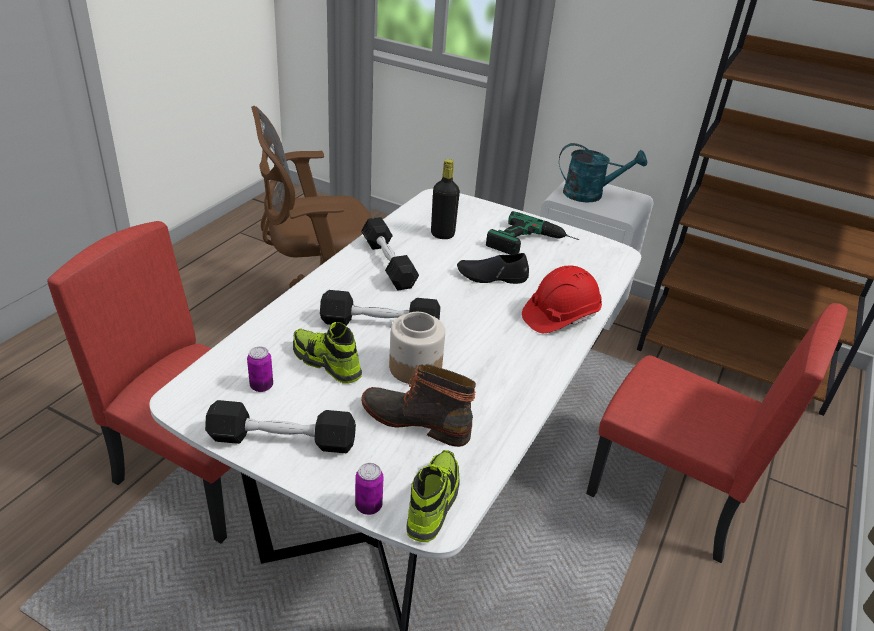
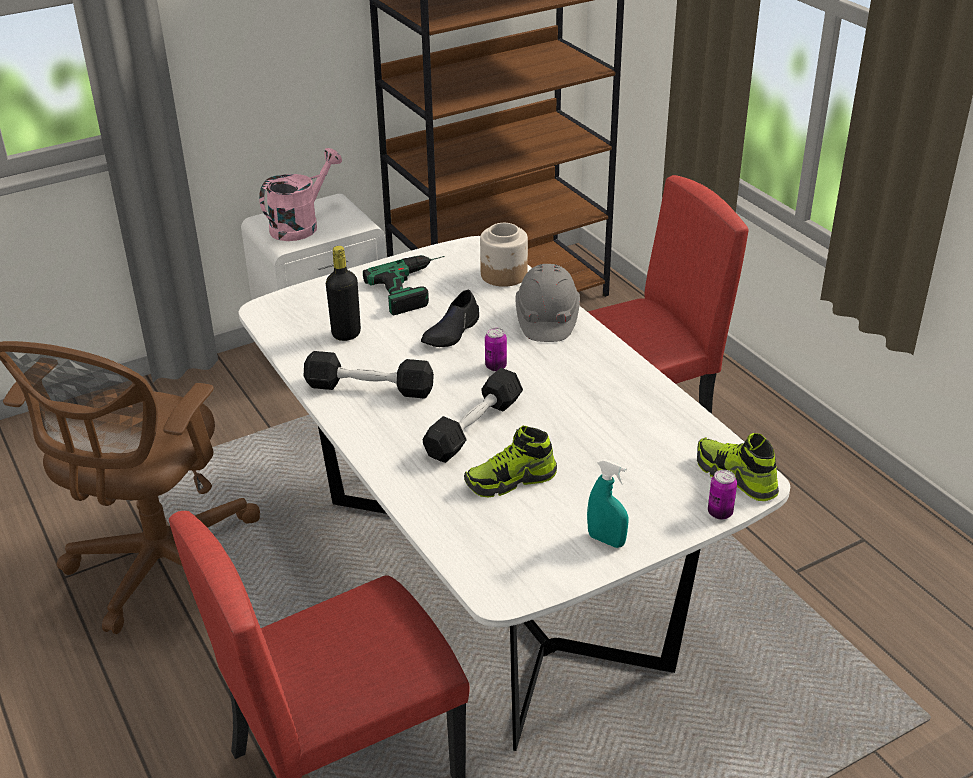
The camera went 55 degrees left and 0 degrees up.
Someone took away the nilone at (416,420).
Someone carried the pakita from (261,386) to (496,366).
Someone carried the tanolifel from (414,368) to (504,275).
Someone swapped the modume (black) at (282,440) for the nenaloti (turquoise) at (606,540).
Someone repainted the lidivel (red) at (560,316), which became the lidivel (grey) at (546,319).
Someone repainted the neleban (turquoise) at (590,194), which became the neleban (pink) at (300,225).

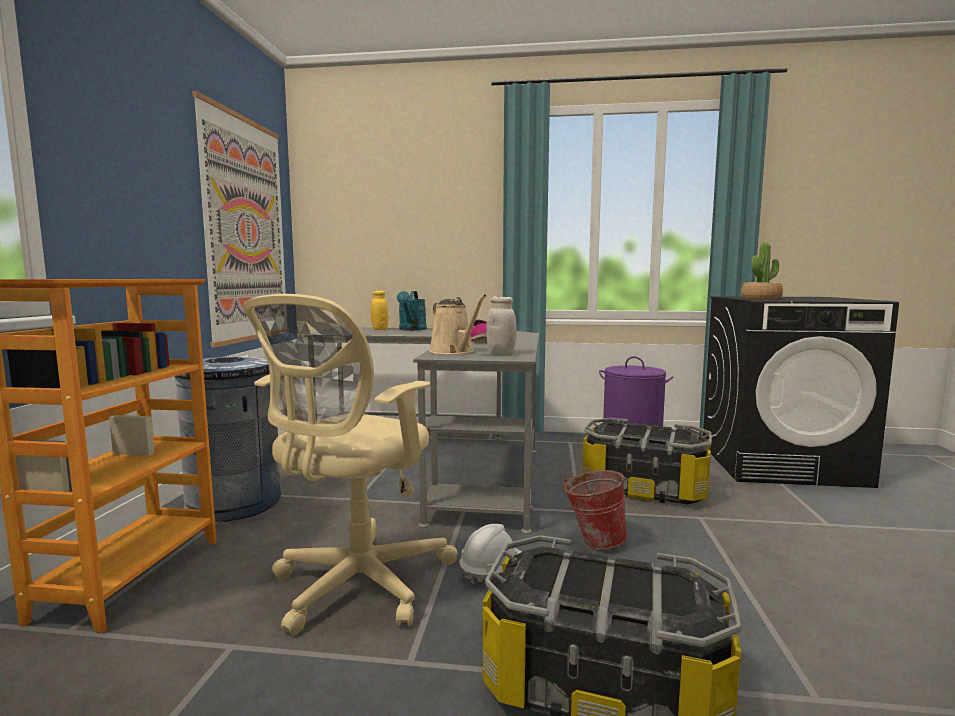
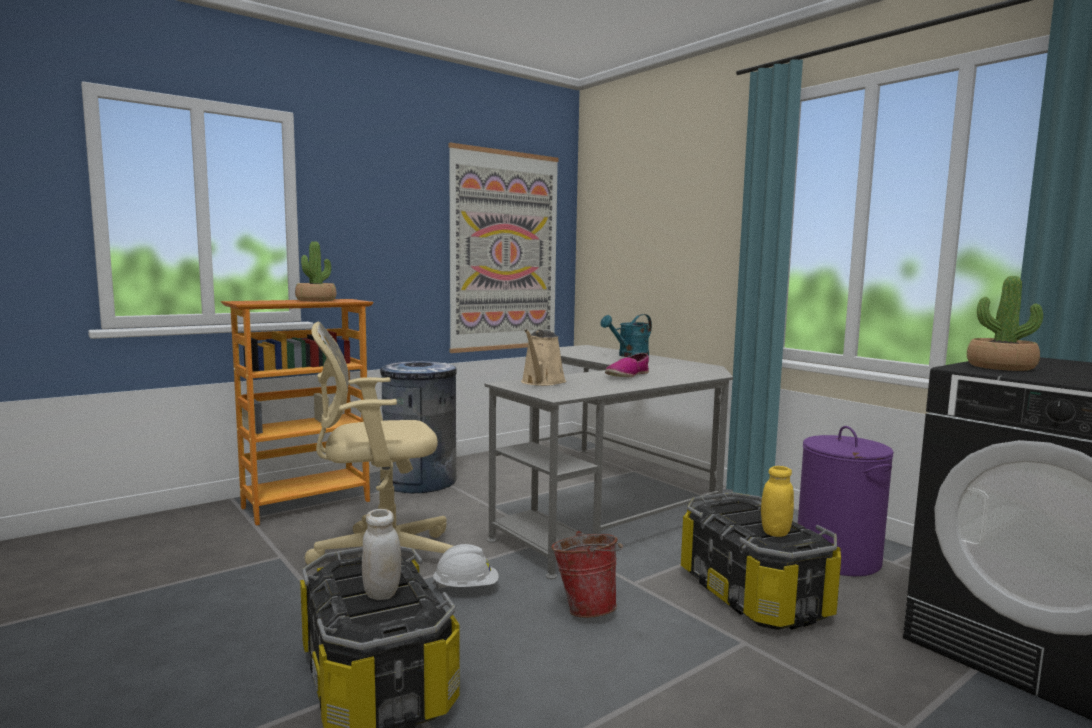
The camera went 45 degrees right and 0 degrees up.
Someone put down the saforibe at (316,300).
Someone carried the tanolifel (yellow) from (379,329) to (775,532).
Someone carried the tanolifel (white) from (501,353) to (382,593).

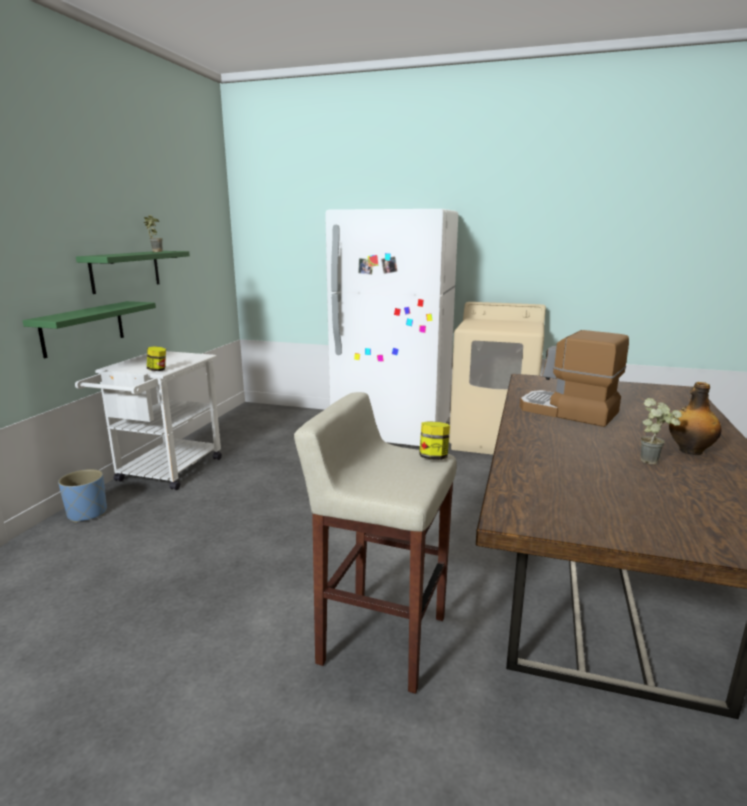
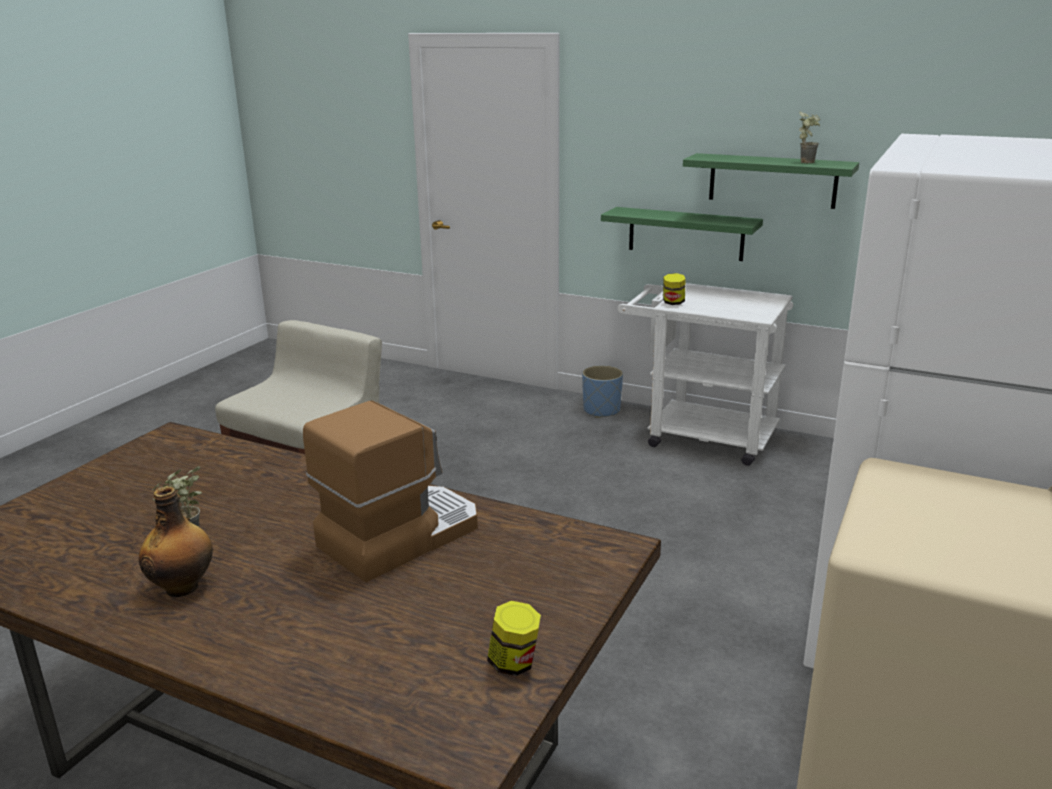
The camera went 100 degrees right and 5 degrees up.
Someone carried the tanolifel from (433,457) to (514,663).

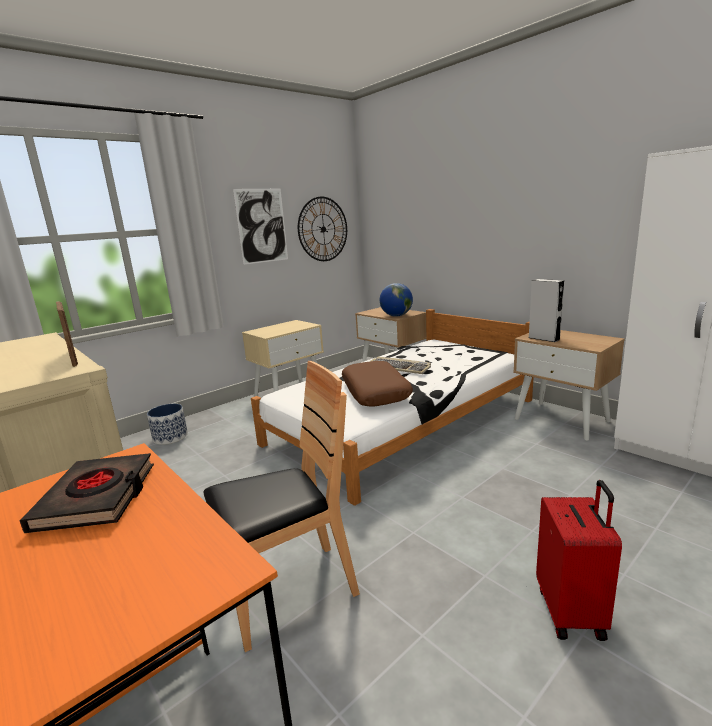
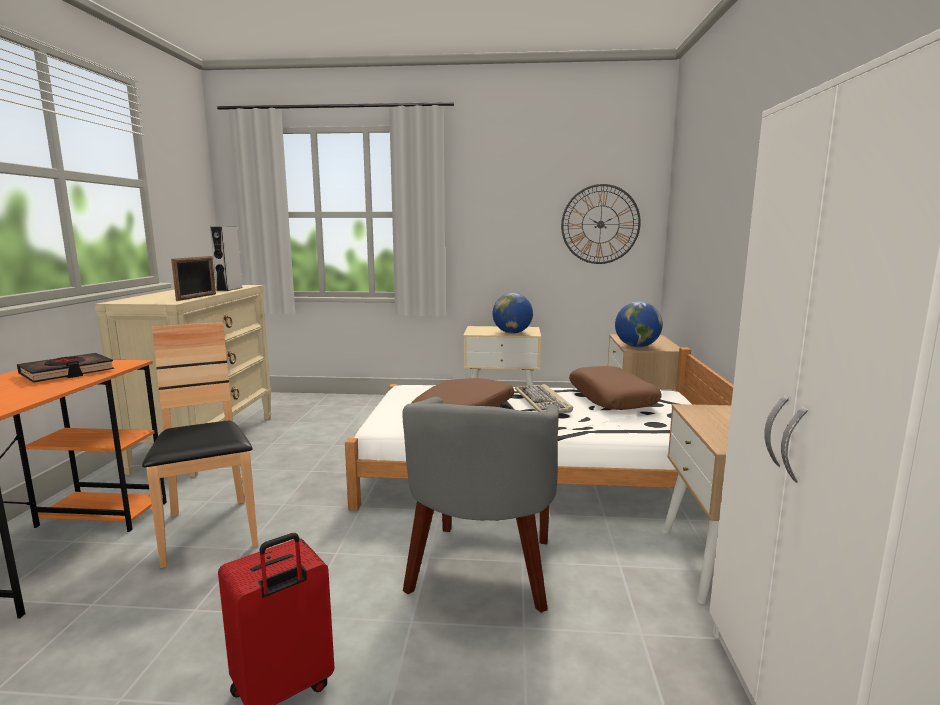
The camera went 45 degrees right and 5 degrees down.
Someone took away the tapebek at (170,437).
Someone took away the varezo at (262,226).
Someone put down the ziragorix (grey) at (482,570).
Someone put down the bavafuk at (512,333).
Someone put down the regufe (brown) at (612,398).
Someone carried the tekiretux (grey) from (544,338) to (229,289).
Someone rotated the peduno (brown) at (289,591) by 135 degrees counterclockwise.

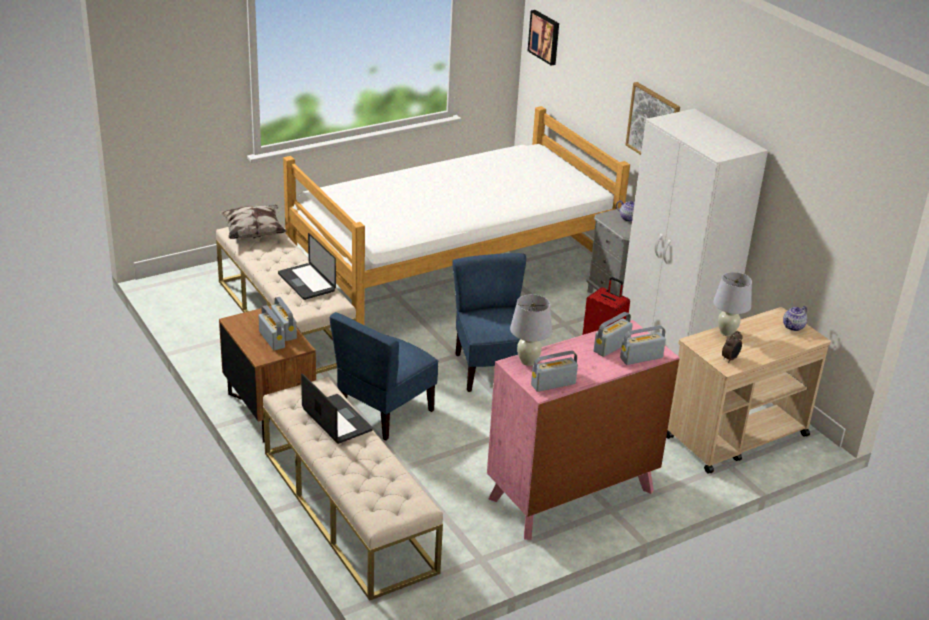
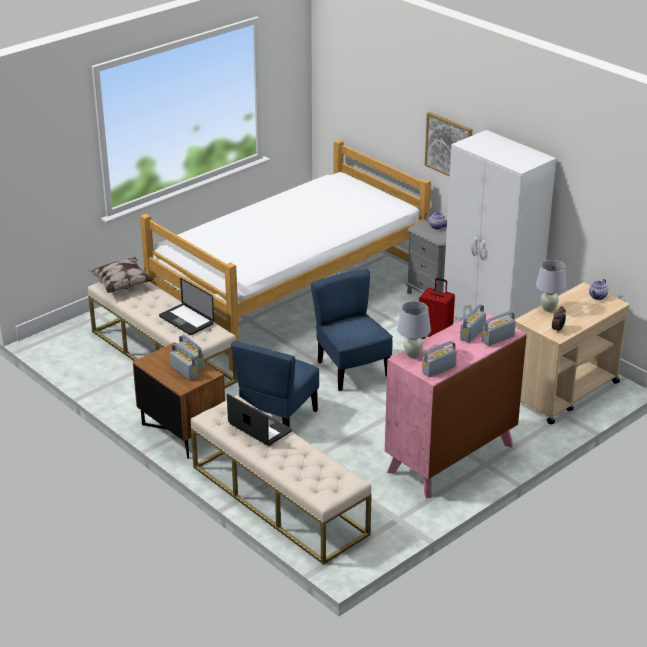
The camera went 10 degrees left and 0 degrees up.
Someone took away the varezo at (545,37).

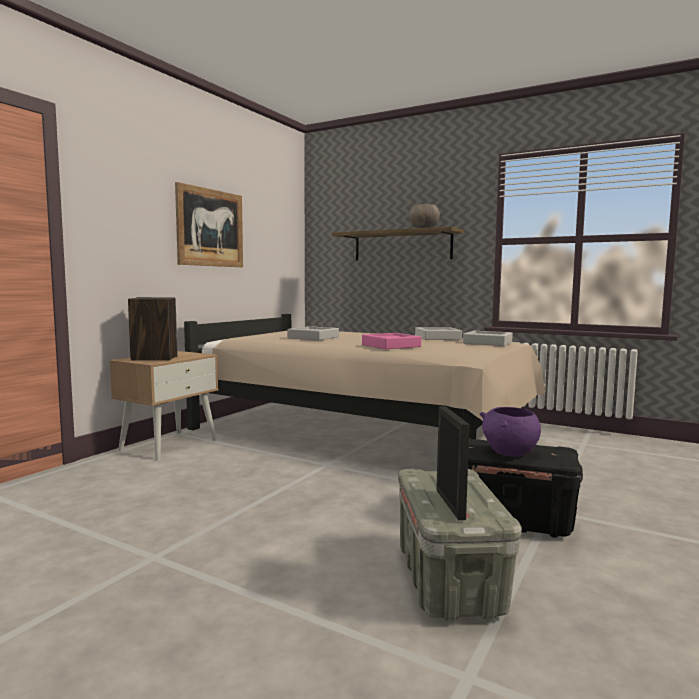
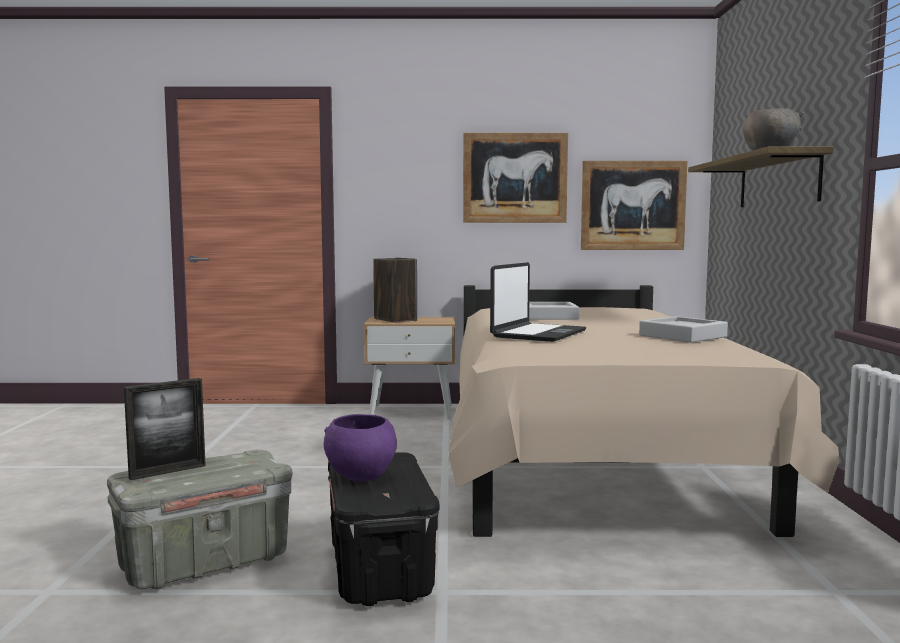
The camera went 60 degrees right and 0 degrees up.
Someone took away the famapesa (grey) at (487,343).
Someone put up the varezo at (633,205).
Someone swapped the famapesa (pink) at (391,346) for the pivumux at (538,334).

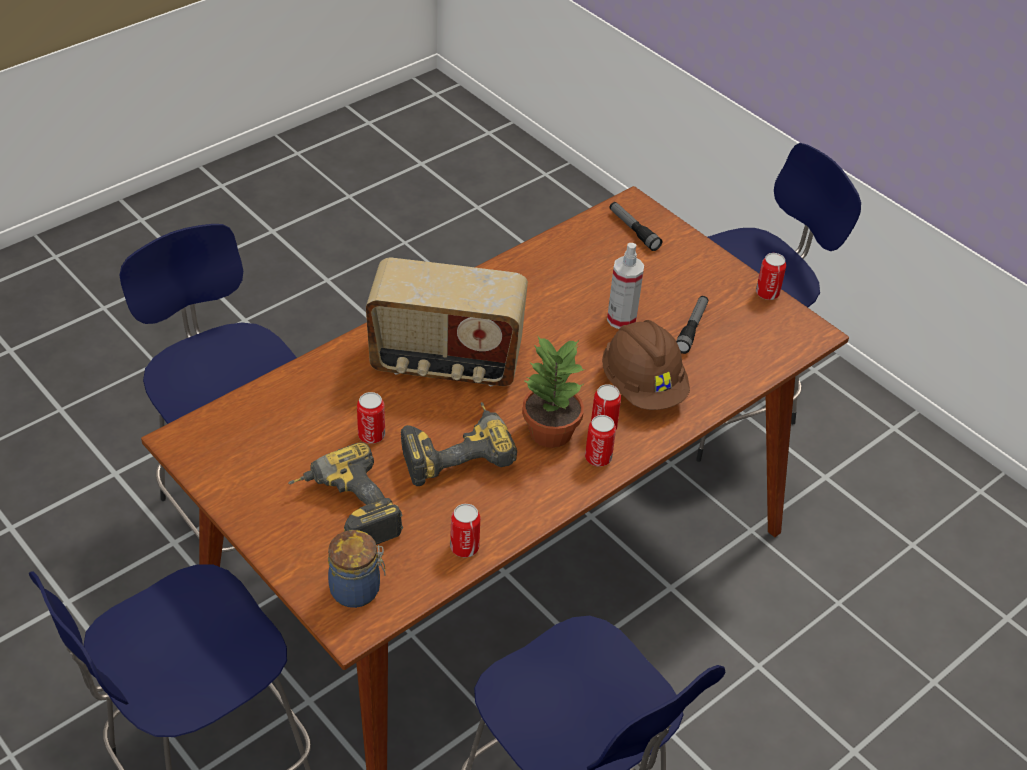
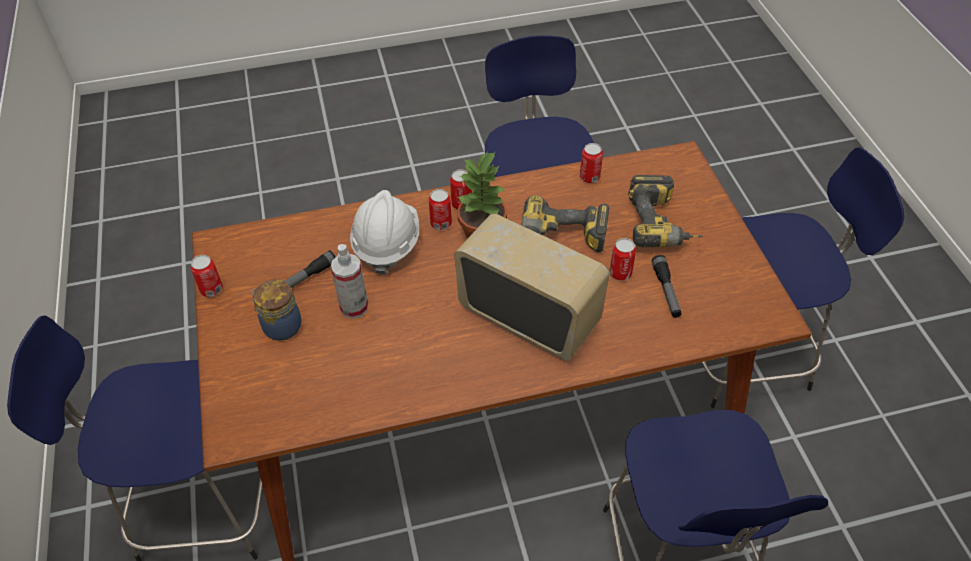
The camera went 150 degrees left and 5 degrees up.
Someone carried the tanolifel from (357,590) to (280,326).
Someone carried the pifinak from (633,230) to (666,291).
Someone repainted the lidivel (brown) at (643,386), which became the lidivel (white) at (386,244).

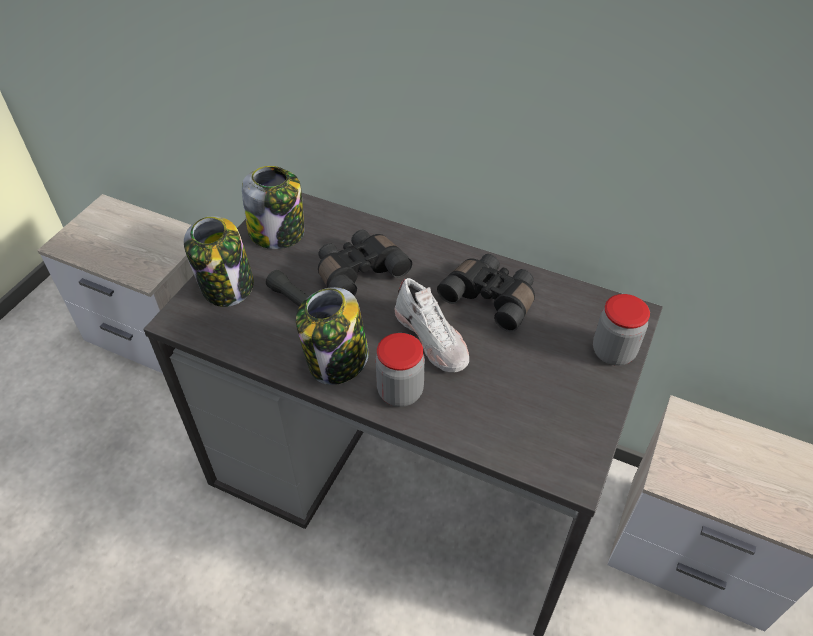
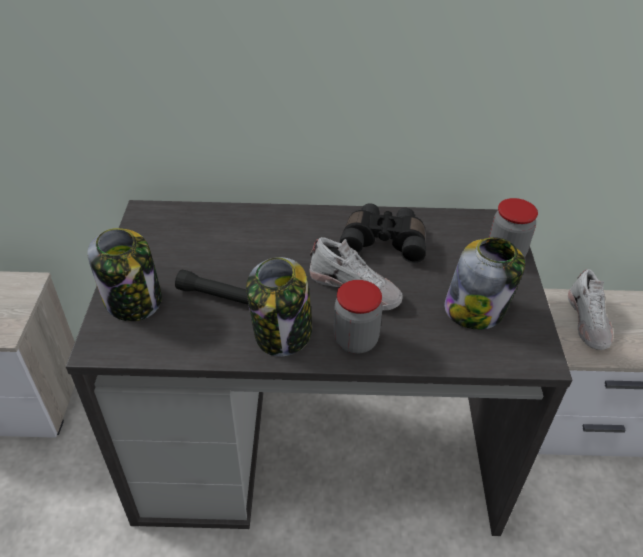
The camera went 25 degrees left and 5 degrees down.
Someone took away the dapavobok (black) at (359,272).
Someone put down the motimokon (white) at (588,321).
Someone carried the tanolifel from (278,233) to (476,309).

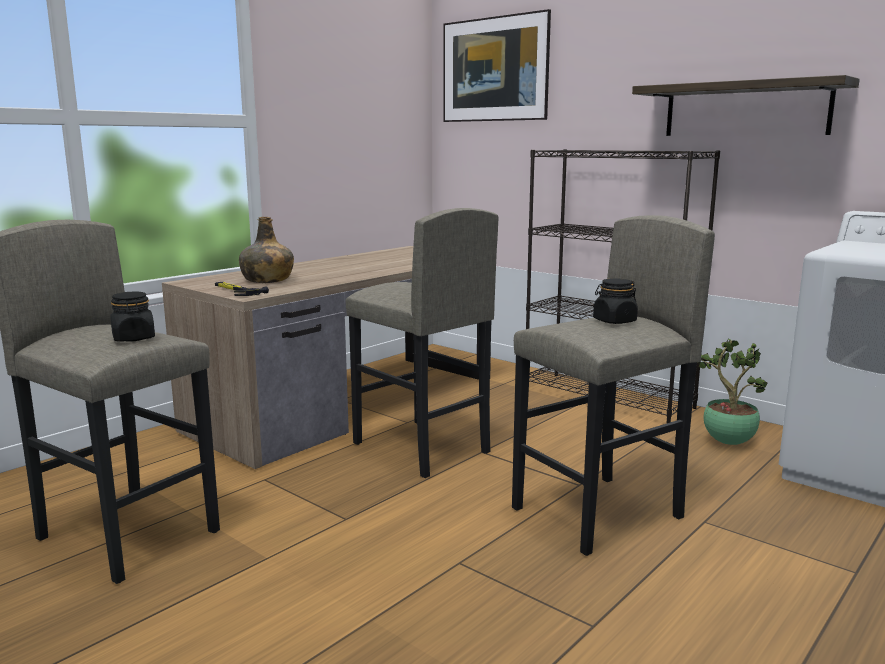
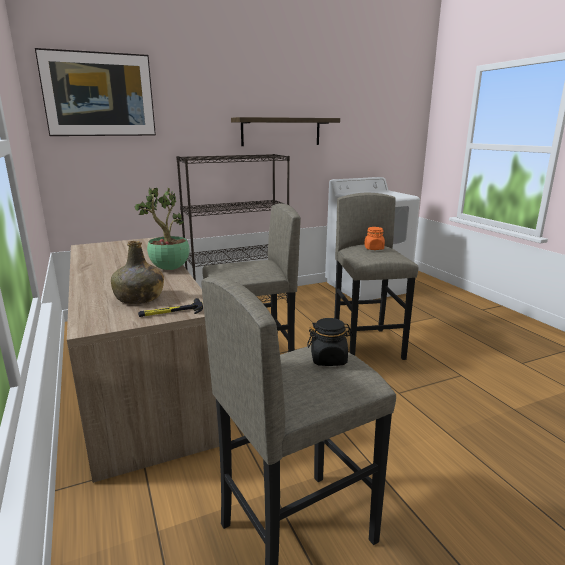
The camera went 65 degrees left and 5 degrees up.
Someone carried the saforibe from (727,442) to (169,269).
Someone repainted the tanolifel (black) at (614,321), which became the tanolifel (orange) at (374,248).

